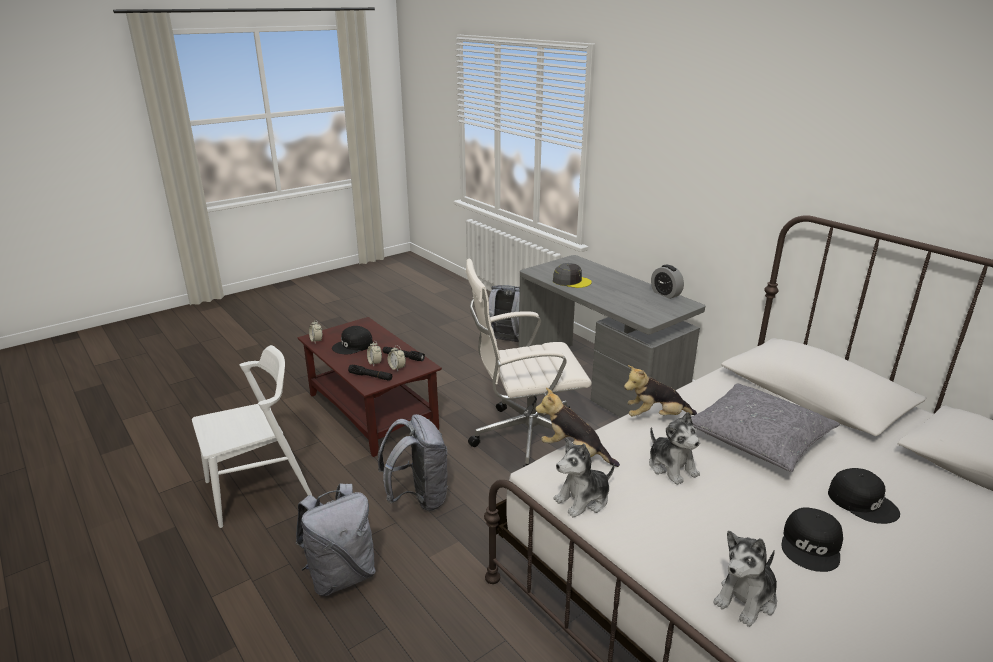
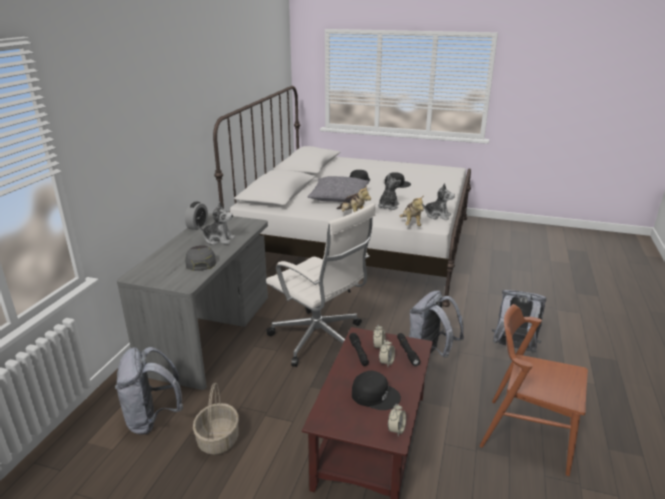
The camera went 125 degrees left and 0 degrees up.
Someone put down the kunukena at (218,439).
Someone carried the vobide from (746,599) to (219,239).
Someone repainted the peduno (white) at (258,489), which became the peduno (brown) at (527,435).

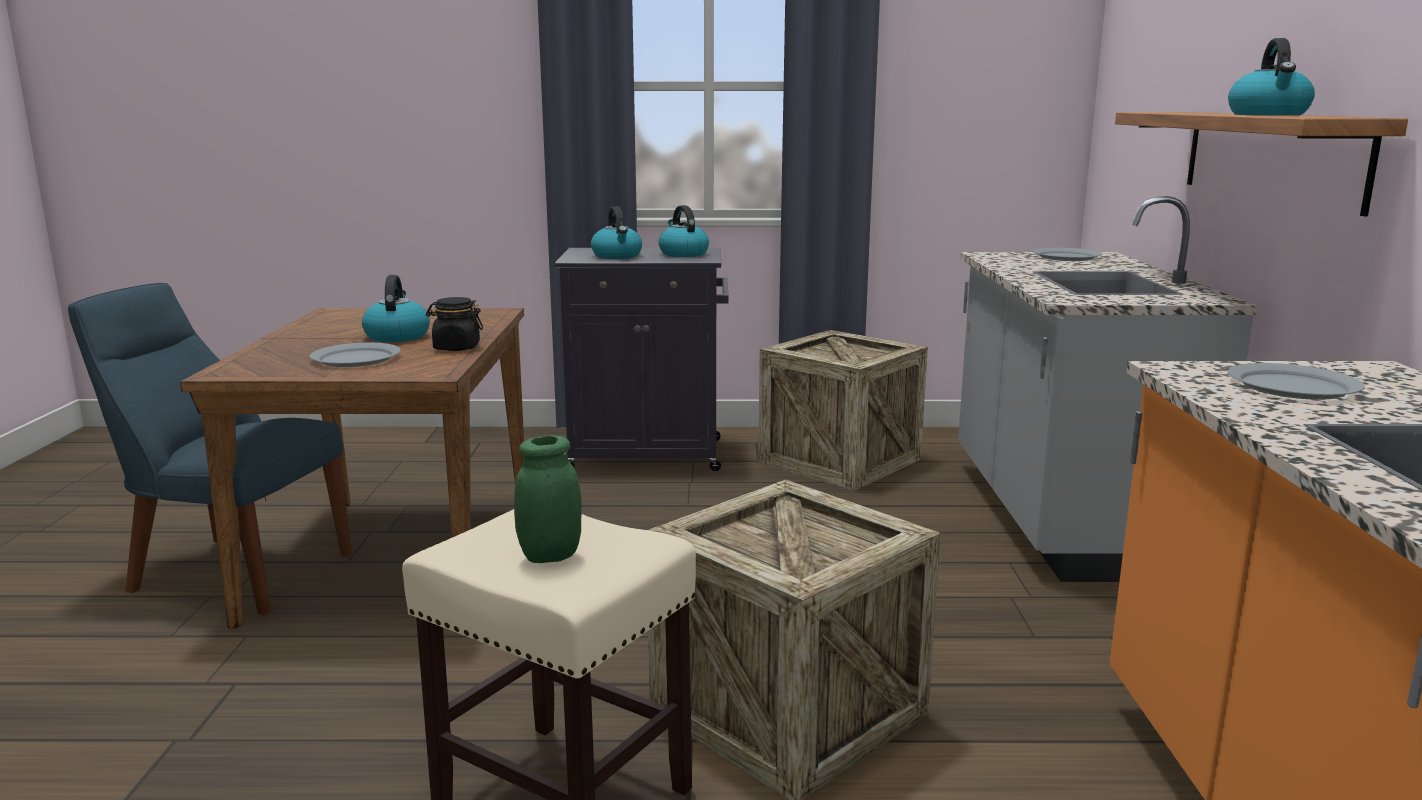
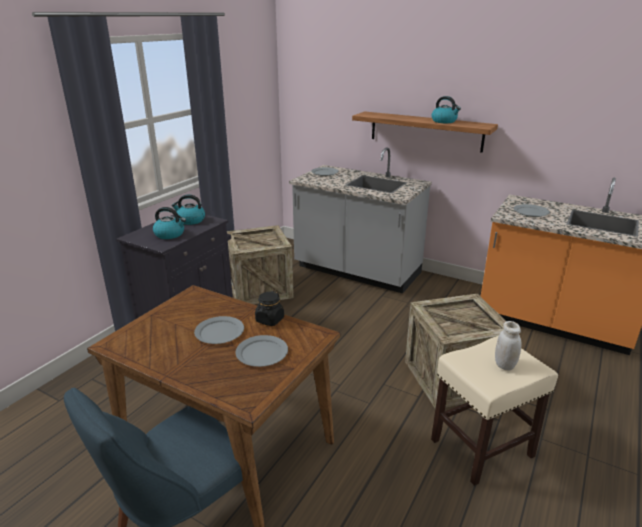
The camera went 60 degrees left and 10 degrees up.
Someone swapped the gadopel at (397,336) for the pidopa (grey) at (219,332).
Someone repainted the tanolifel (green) at (550,556), which became the tanolifel (white) at (504,365).

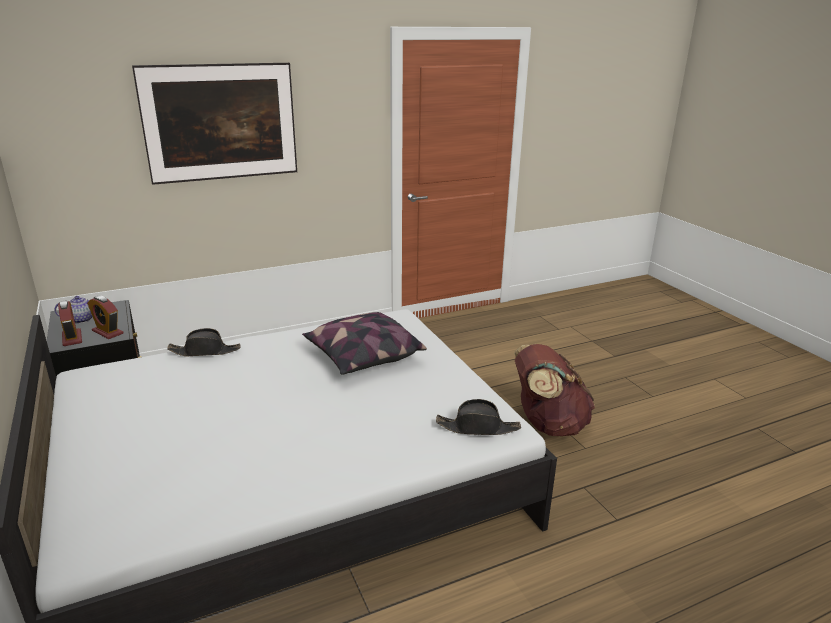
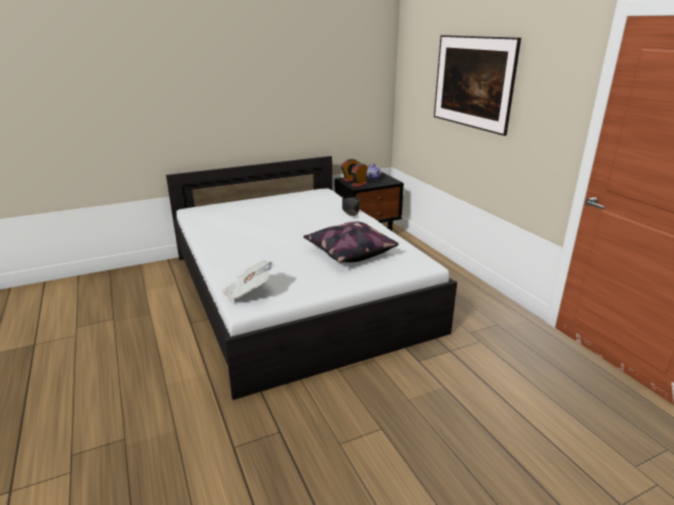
The camera went 90 degrees right and 0 degrees up.
Someone took away the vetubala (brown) at (547,424).
Someone swapped the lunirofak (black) at (478,427) for the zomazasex at (248,292).

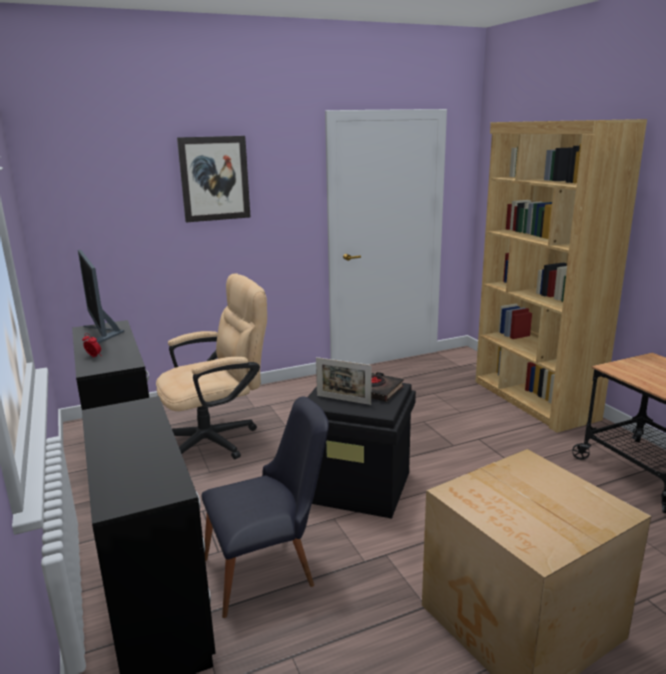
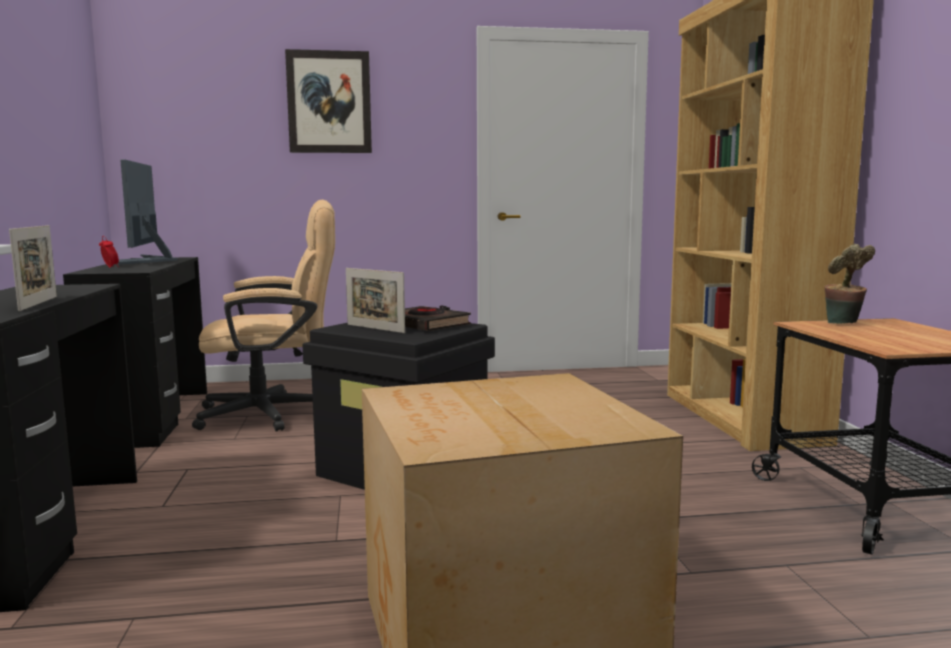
The camera went 15 degrees right and 10 degrees down.
Someone took away the peduno (black) at (270,570).
Someone put down the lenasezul at (38,303).
Someone put down the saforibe at (843,324).

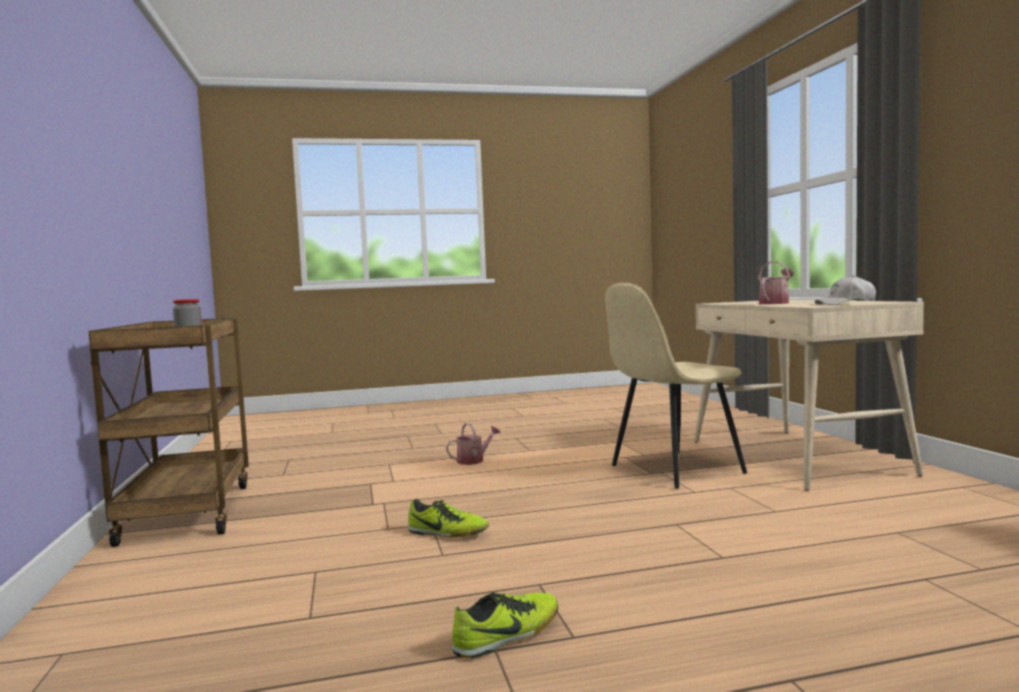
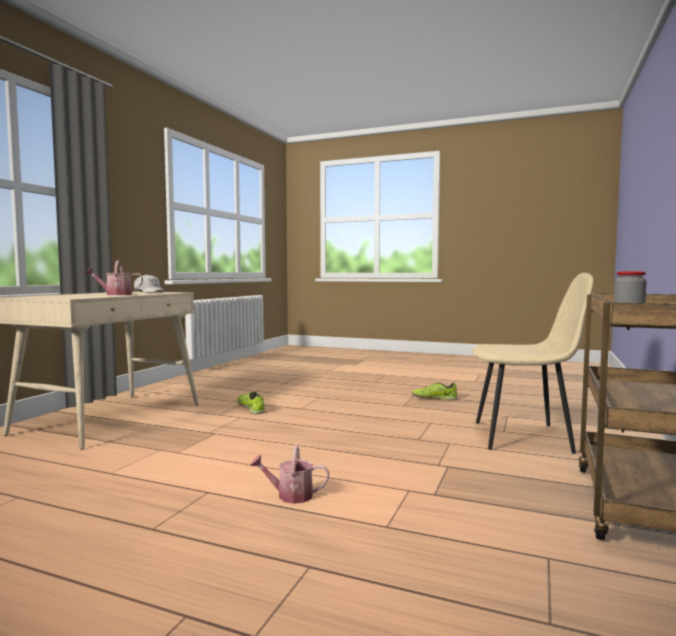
The camera went 145 degrees left and 0 degrees up.
Someone carried the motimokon from (447,534) to (251,408).
Someone carried the peduno (beige) from (674,470) to (524,437).

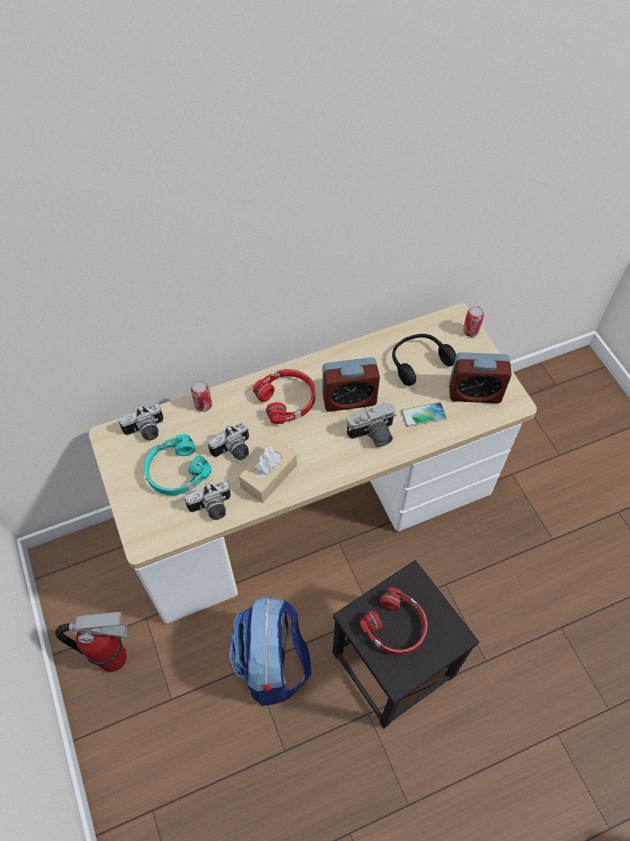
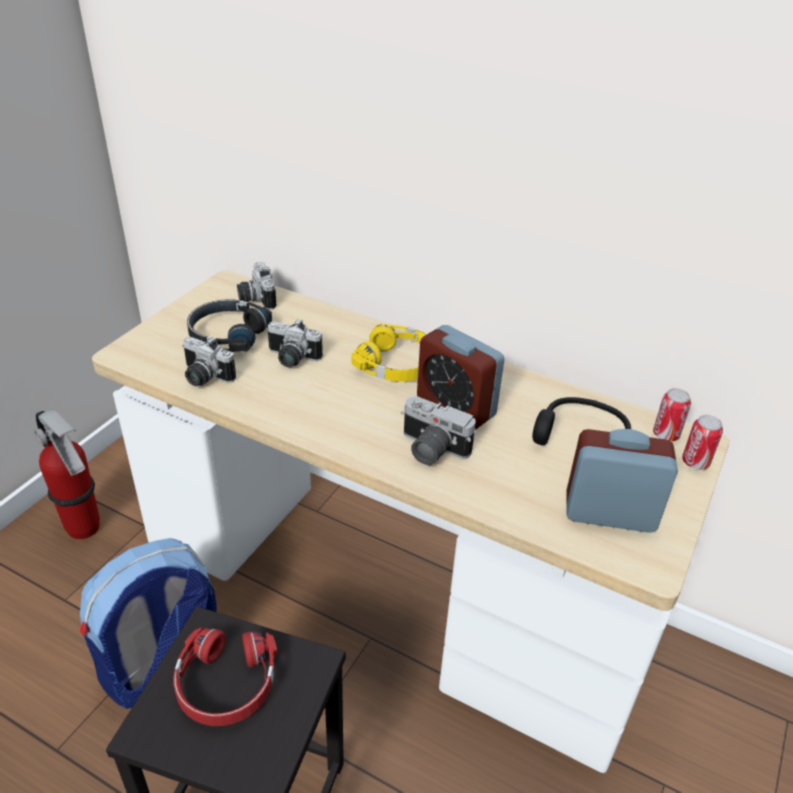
The camera went 50 degrees right and 20 degrees down.
Someone took away the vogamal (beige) at (268,476).
Someone took away the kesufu at (423,415).
Someone carried the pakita from (203,405) to (665,435).
Someone repainted the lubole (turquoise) at (176,471), which became the lubole (black) at (227,335).
Someone repainted the lubole (red) at (287,399), which became the lubole (yellow) at (398,364).
Someone rotated the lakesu at (146,431) by 45 degrees clockwise.
Someone rotated the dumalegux at (474,393) by 135 degrees clockwise.

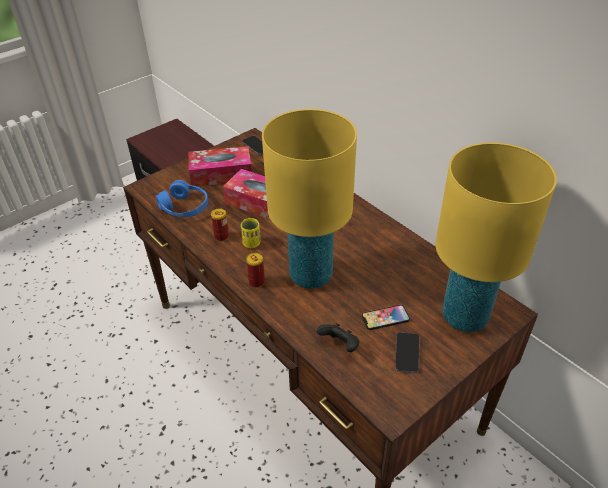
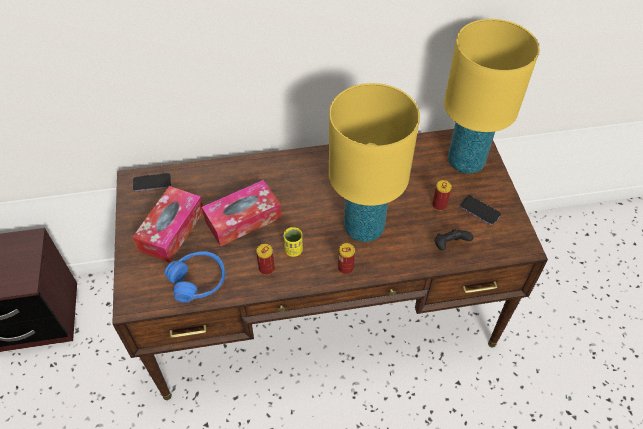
The camera went 60 degrees left and 10 degrees up.
Someone swapped the kesufu at (385,318) for the pakita at (439,205).

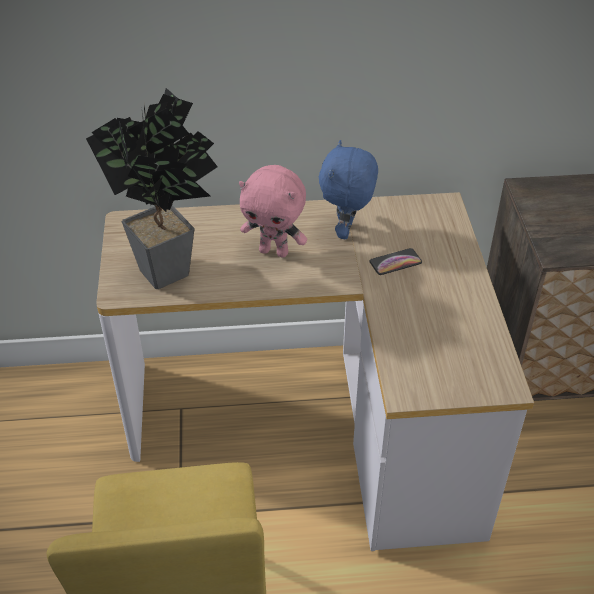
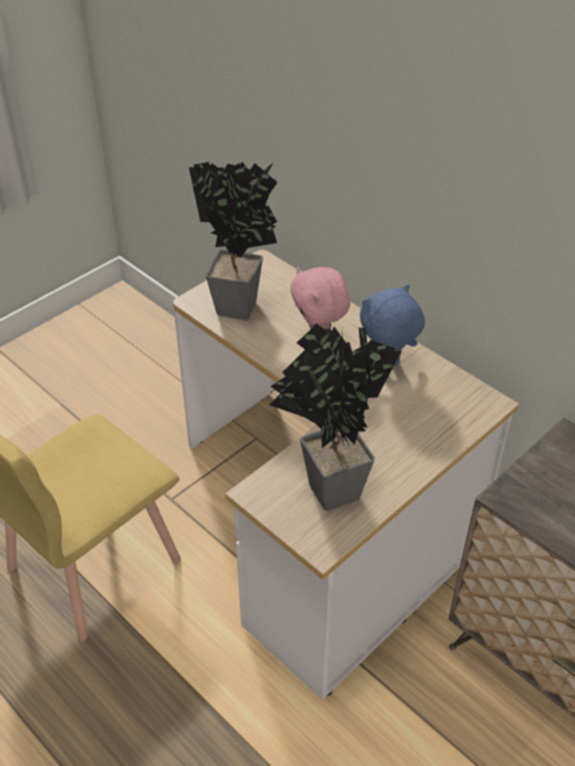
The camera went 50 degrees right and 0 degrees up.
Someone took away the kesufu at (395,262).
Someone put down the saforibe at (325,490).

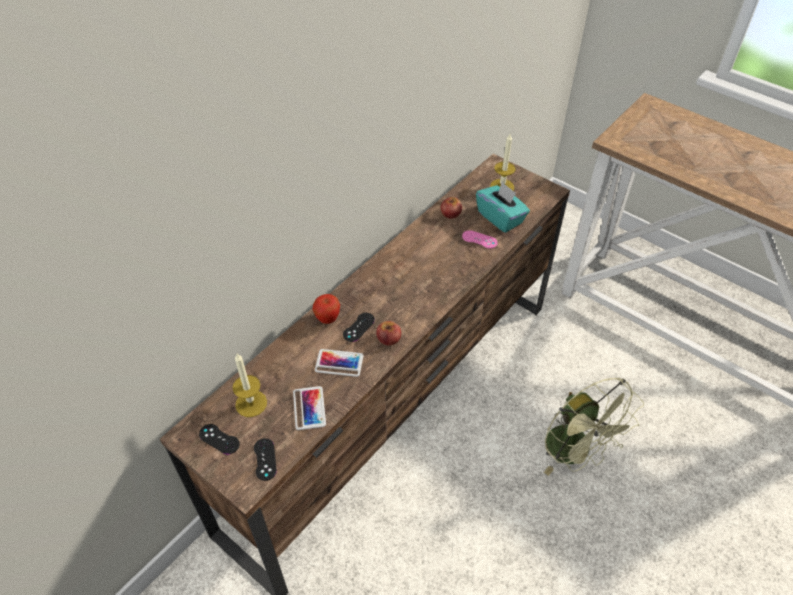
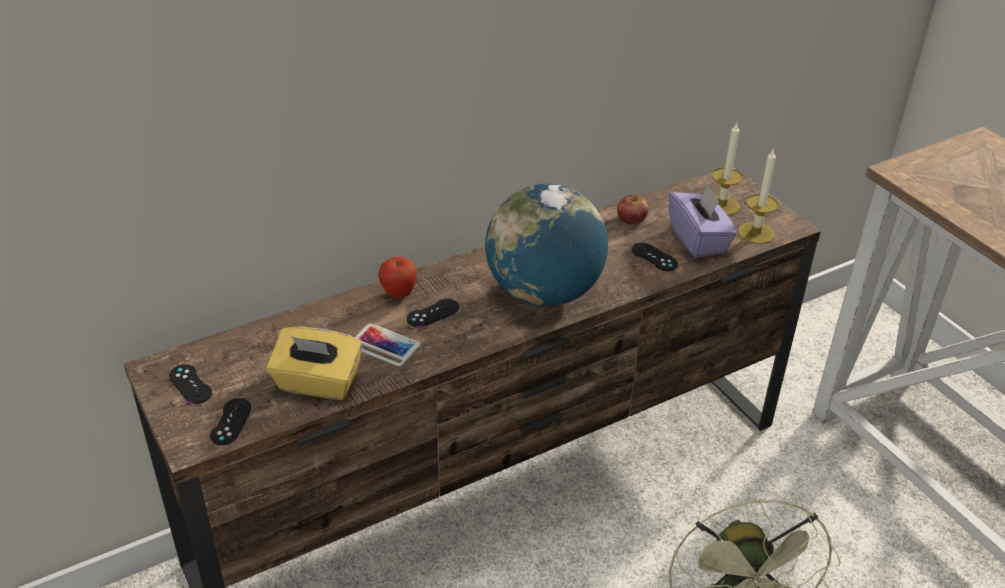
The camera went 20 degrees right and 10 degrees down.
Someone took away the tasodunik at (388,338).
Someone put down the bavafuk at (544,293).
Someone carried the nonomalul from (251,403) to (756,233).
Someone swapped the kesufu at (309,408) for the vogamal (yellow) at (317,383).
Someone repainted the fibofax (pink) at (479,239), which became the fibofax (black) at (654,257).
Someone repainted the vogamal (turquoise) at (500,218), which became the vogamal (purple) at (698,239).

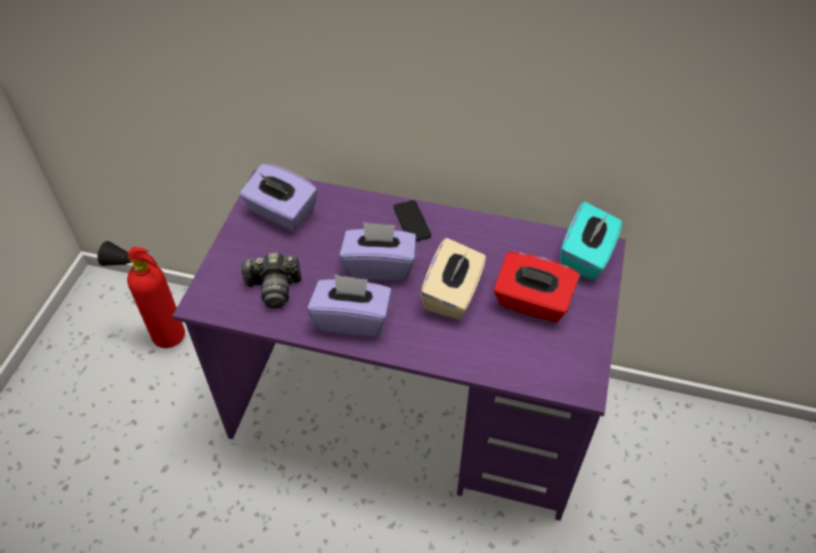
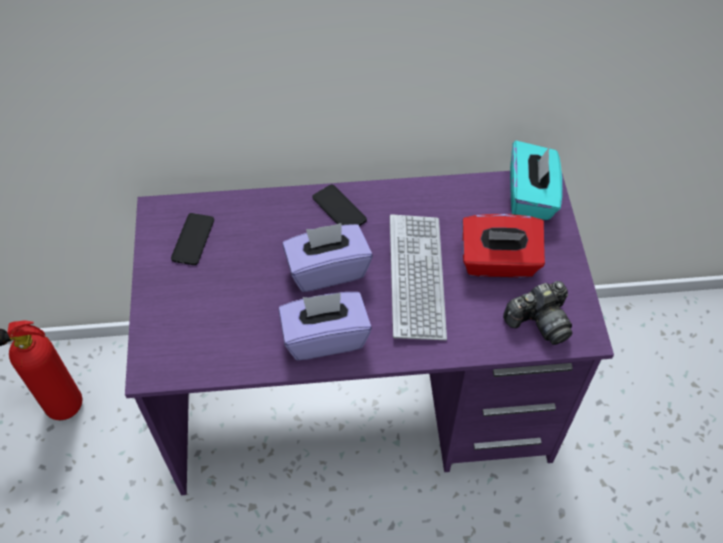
The camera went 20 degrees left and 5 degrees up.
Someone carried the lakesu from (274,288) to (539,321).
Someone swapped the vogamal (purple) at (281,213) for the kesufu at (193,239).
Someone swapped the vogamal (beige) at (453,294) for the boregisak at (416,277).

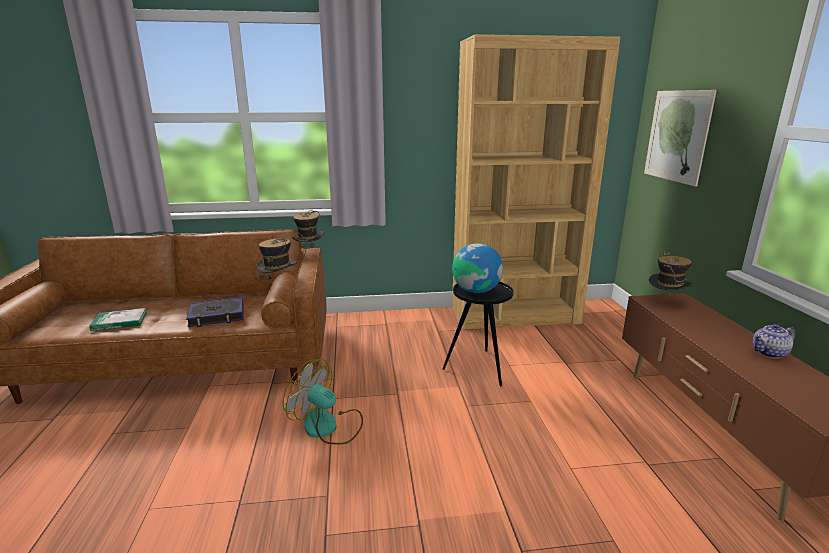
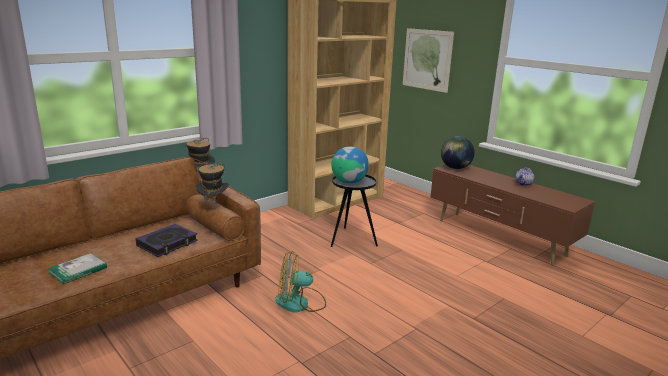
The camera went 35 degrees left and 0 degrees up.
Someone swapped the lunirofak at (666,302) for the bavafuk at (455,168).

